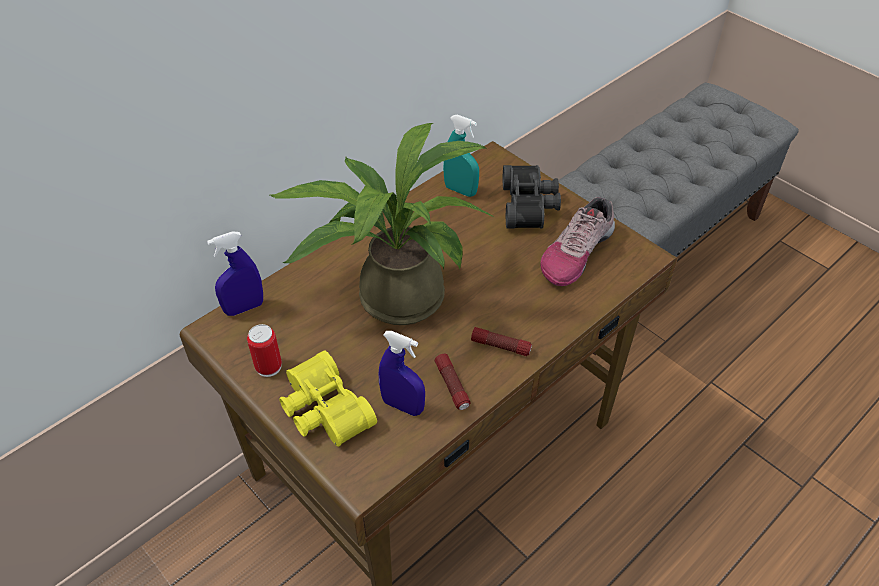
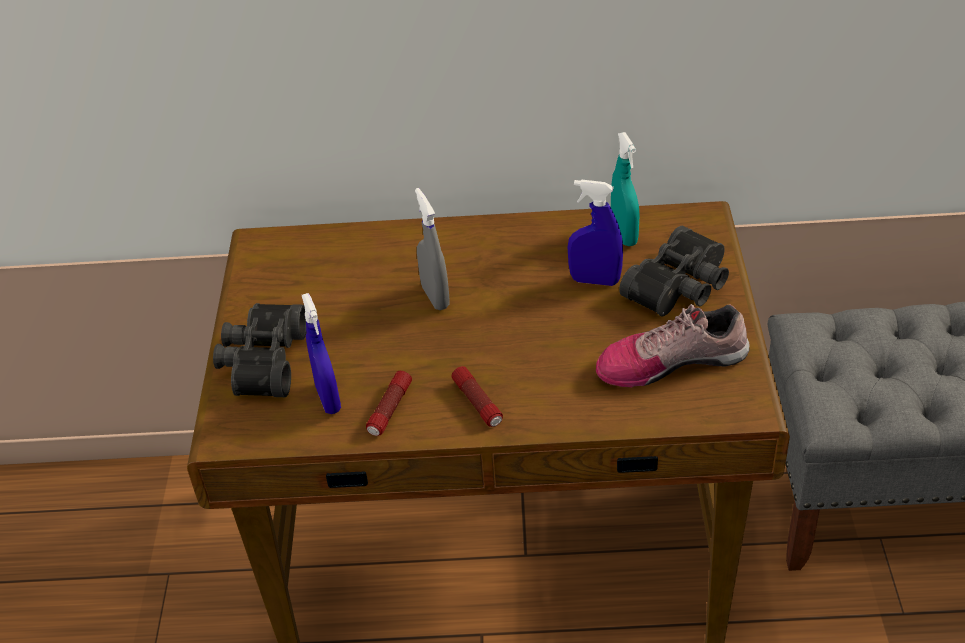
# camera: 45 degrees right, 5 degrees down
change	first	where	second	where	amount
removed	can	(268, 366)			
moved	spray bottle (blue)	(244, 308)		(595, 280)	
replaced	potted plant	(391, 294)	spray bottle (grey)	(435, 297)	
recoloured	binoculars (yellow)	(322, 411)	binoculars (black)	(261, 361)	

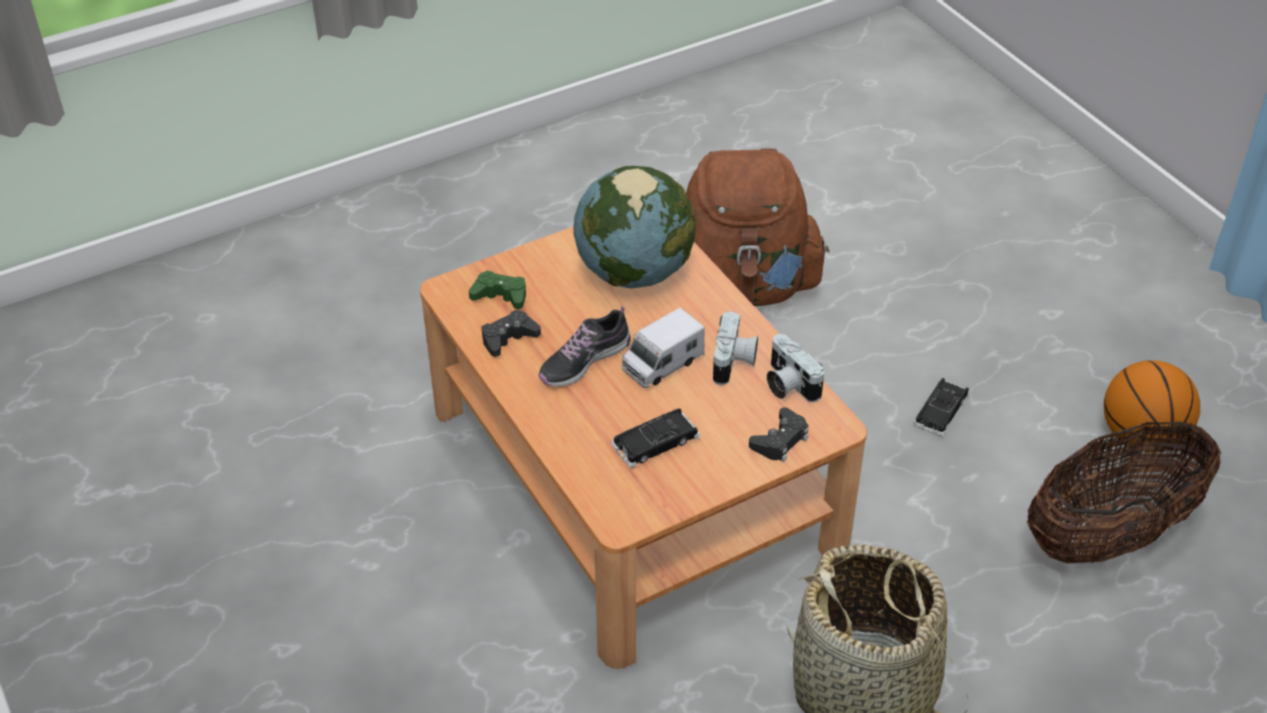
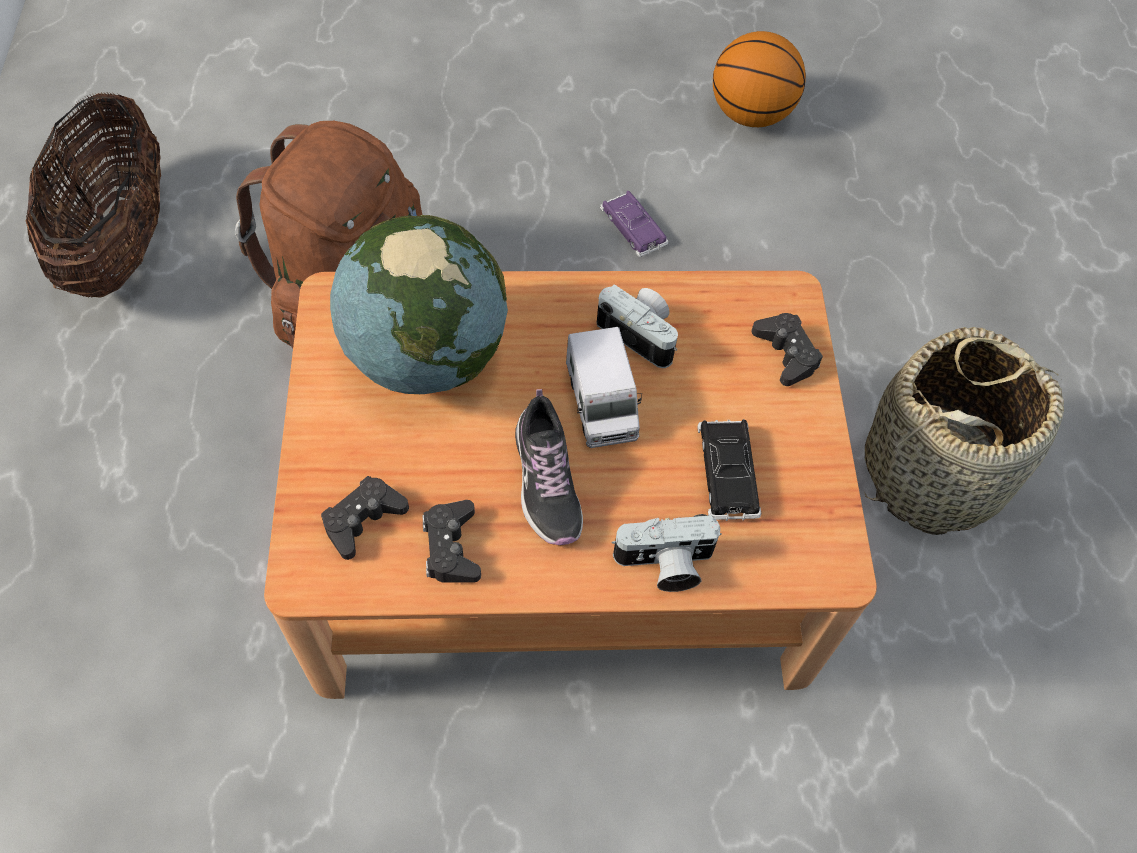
# camera: 65 degrees left, 15 degrees up
change	first	where	second	where	amount
moved	photo camera	(787, 384)		(664, 565)	
moved	basket	(1110, 535)		(121, 241)	
recoloured	game controller (green)	(500, 295)	game controller (black)	(363, 520)	
recoloured	toy car (black)	(941, 411)	toy car (purple)	(633, 228)	

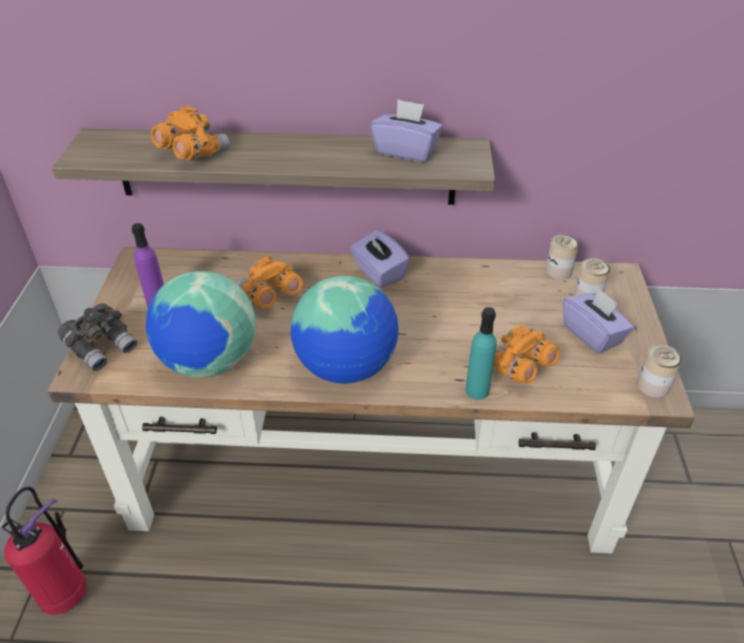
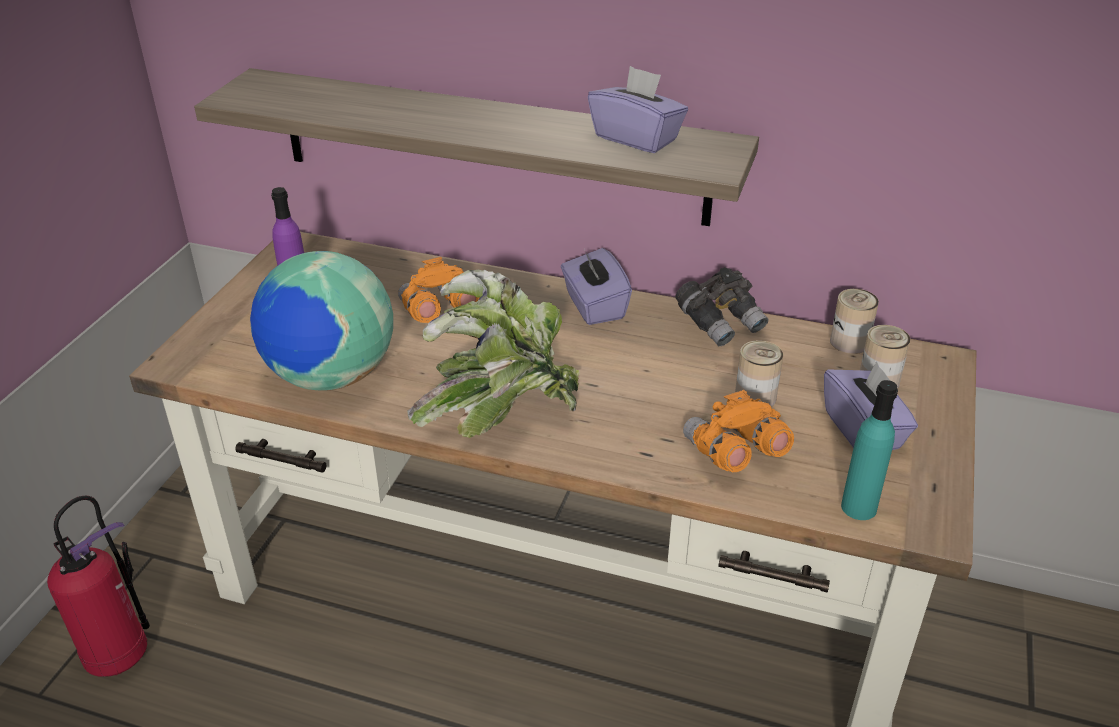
# camera: 15 degrees right, 5 degrees down
change	first	where	second	where	amount
removed	binoculars (orange)	(192, 154)			
moved	binoculars (grey)	(102, 347)		(720, 323)	
moved	bottle (turquoise)	(477, 390)		(858, 507)	
moved	can	(653, 385)		(755, 397)	
replaced	globe	(346, 367)	potted plant	(501, 412)	

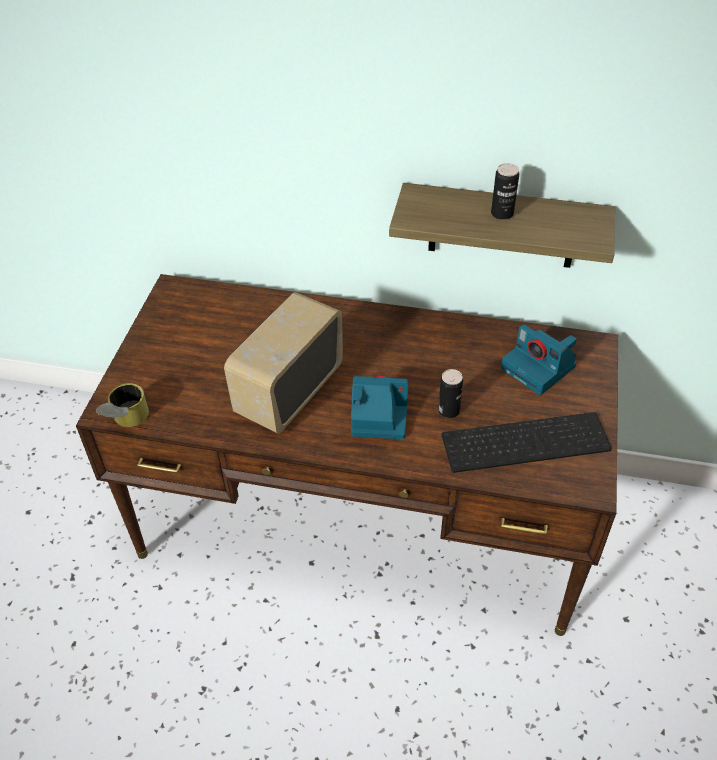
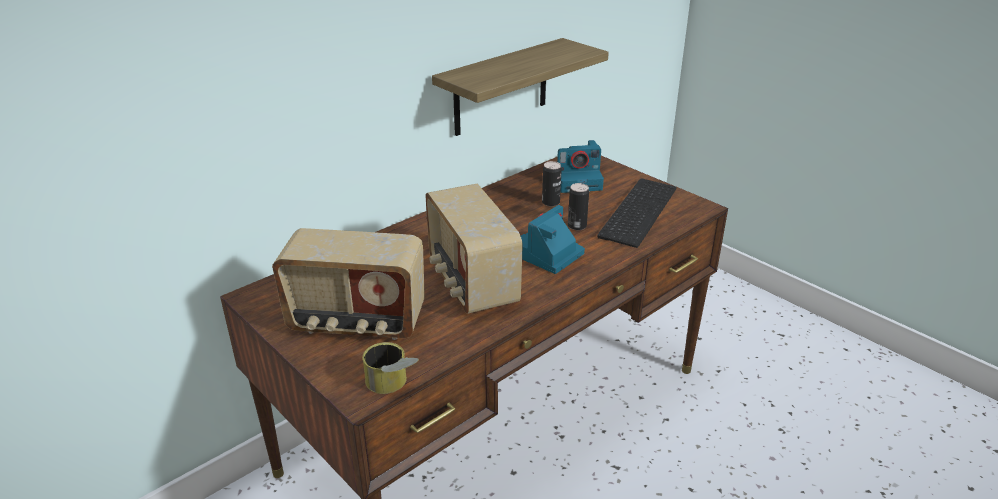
# camera: 55 degrees left, 15 degrees down
change	first	where	second	where	amount
added			radio	(357, 323)	
moved	can	(502, 214)		(550, 202)	

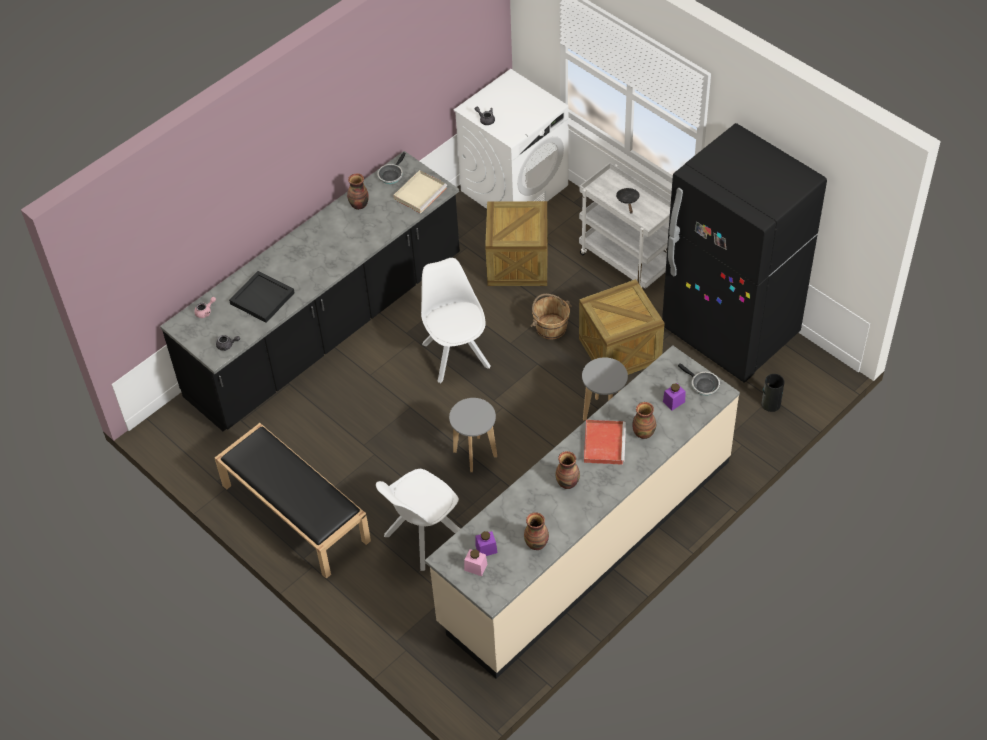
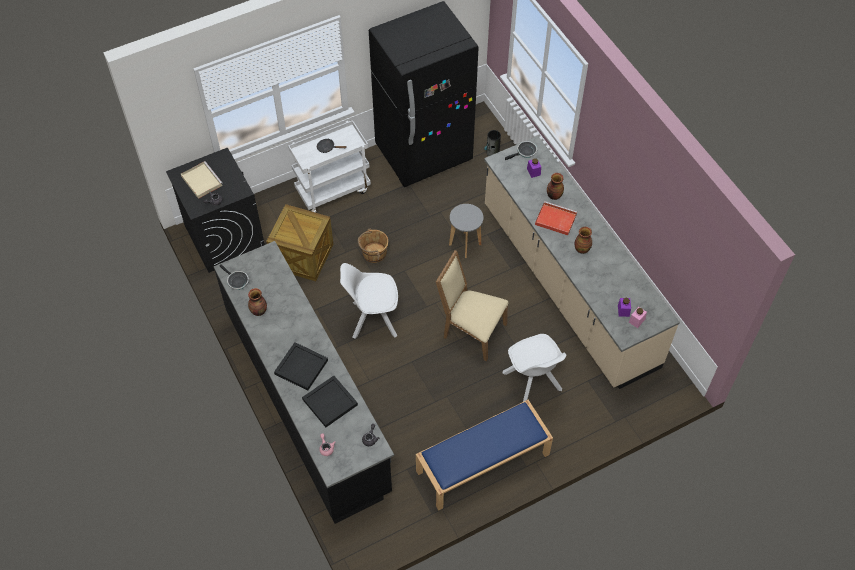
# camera: 75 degrees left, 5 degrees up
change	first	where	second	where	amount
removed	vase	(537, 543)			
removed	crate	(620, 350)			
added			tray (black)	(301, 366)	
moved	tray (beige)	(420, 192)		(201, 180)	
replaced	stool (grey)	(475, 454)	chair (beige)	(471, 331)	
recoloured	bench (black)	(294, 513)	bench (blue)	(482, 463)	
recoloured	washing machine (white)	(514, 187)	washing machine (black)	(224, 237)	

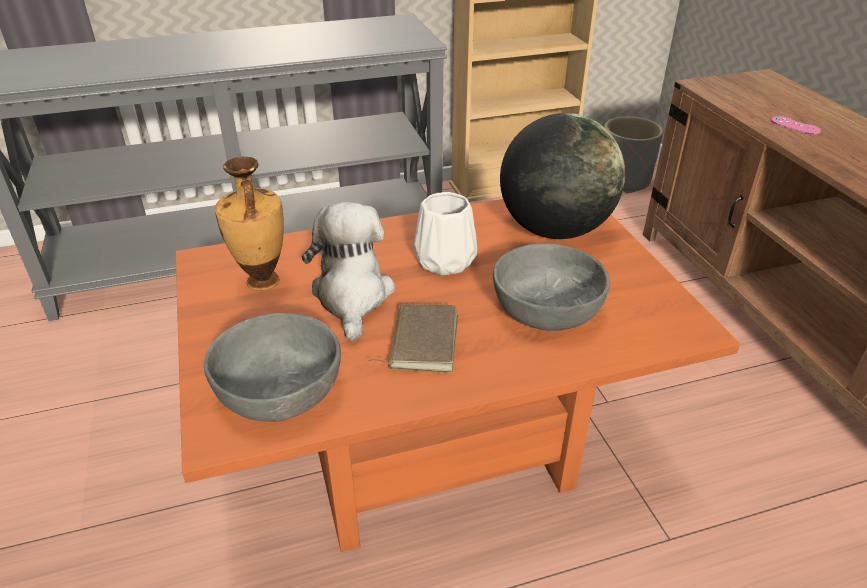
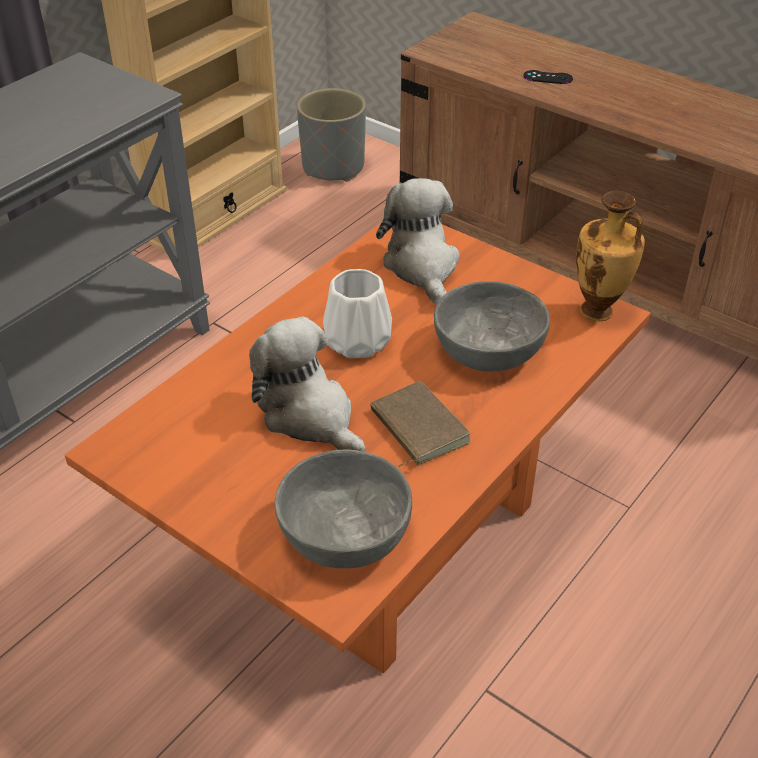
# camera: 35 degrees left, 5 degrees up
change	first	where	second	where	amount
moved	vase	(262, 282)		(598, 312)	
replaced	globe	(555, 230)	plush toy	(422, 266)	
recoloured	game controller (pink)	(795, 126)	game controller (black)	(548, 77)	

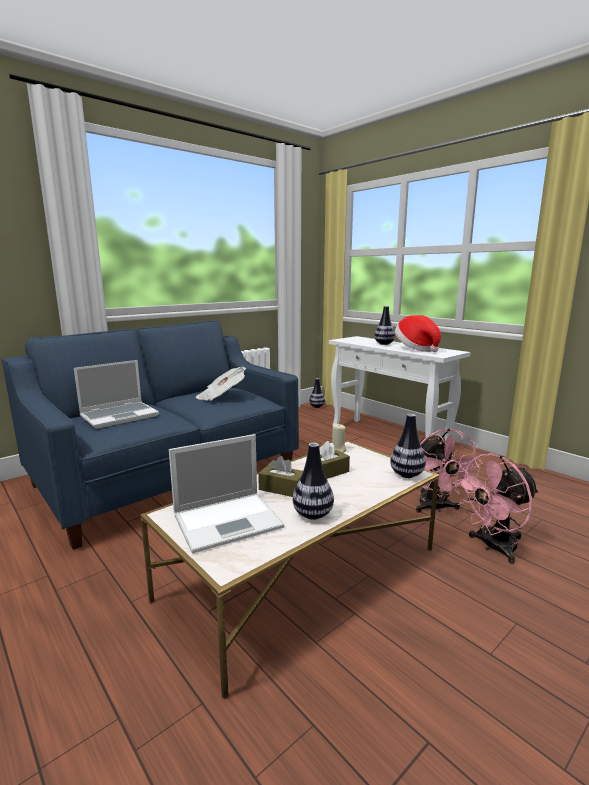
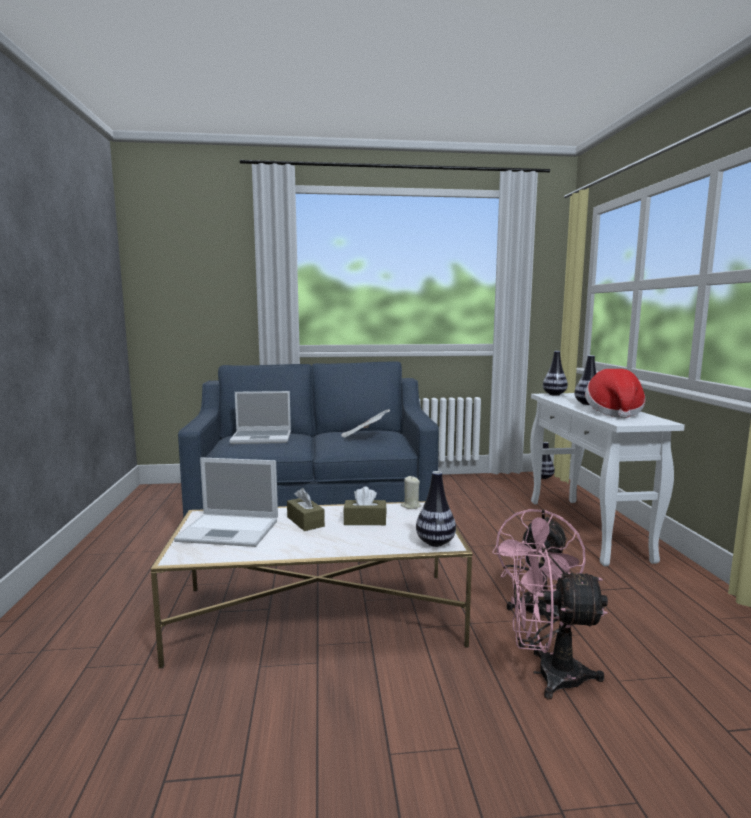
# camera: 35 degrees right, 5 degrees down
change	first	where	second	where	amount
moved	vase	(313, 515)		(554, 394)	

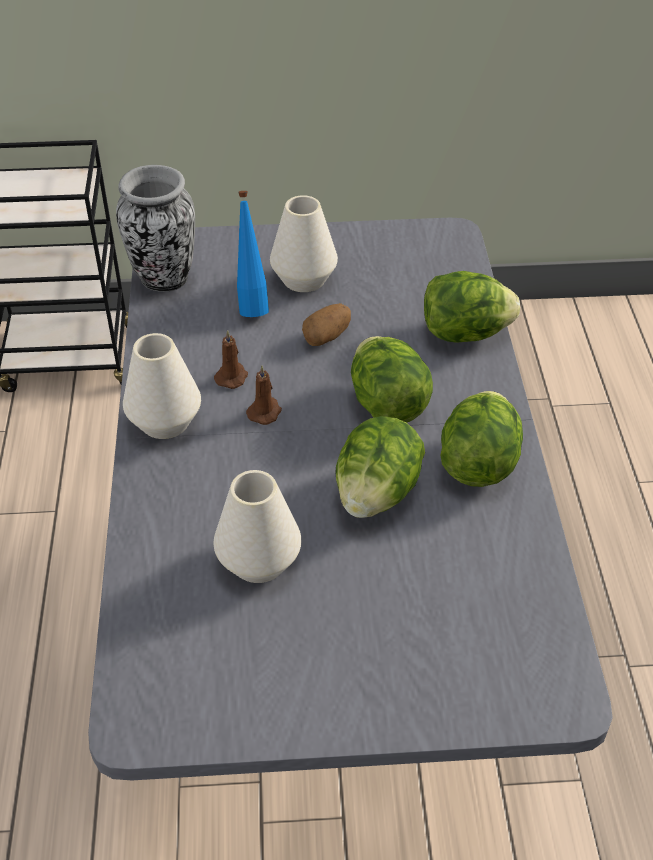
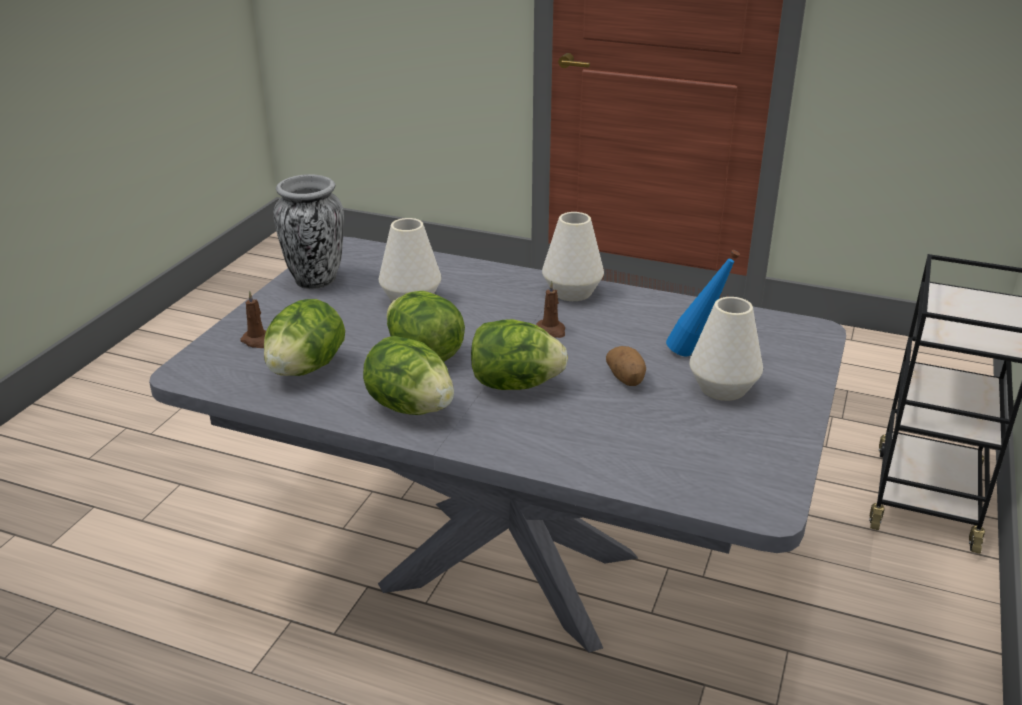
# camera: 115 degrees right, 15 degrees down
change	first	where	second	where	amount
moved	vase	(164, 280)		(315, 280)	
moved	candle (brown)	(232, 376)		(258, 341)	
moved	lettuce	(464, 333)		(306, 368)	

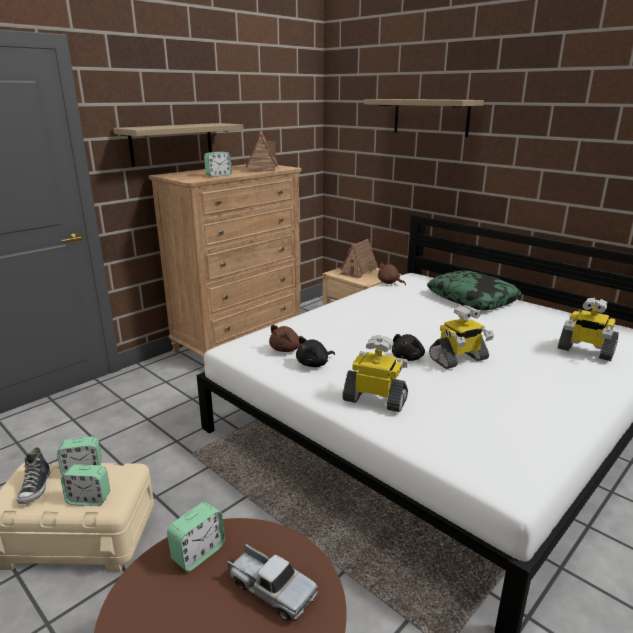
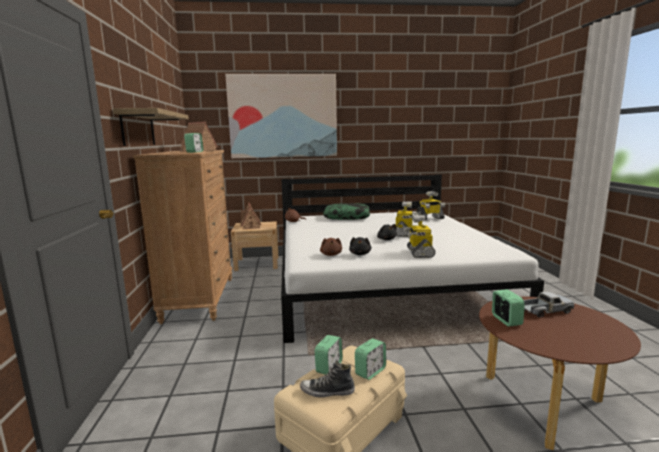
# camera: 50 degrees left, 10 degrees down
change	first	where	second	where	amount
replaced	shelf	(430, 117)	picture	(283, 116)	
turned	shoe	(36, 488)		(327, 392)	150 degrees clockwise
turned	toy robot	(376, 399)		(419, 252)	60 degrees counterclockwise

